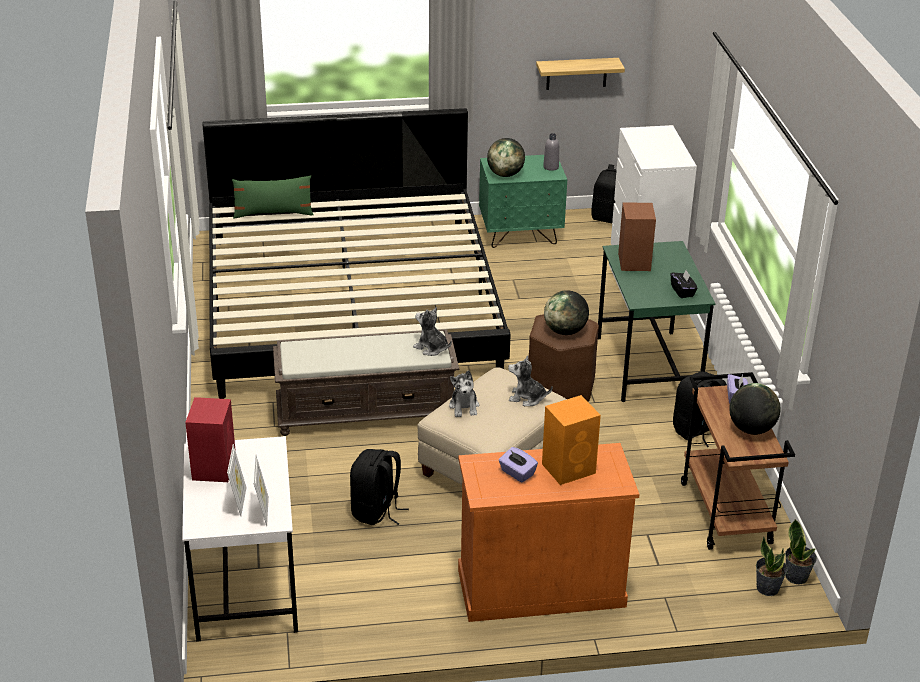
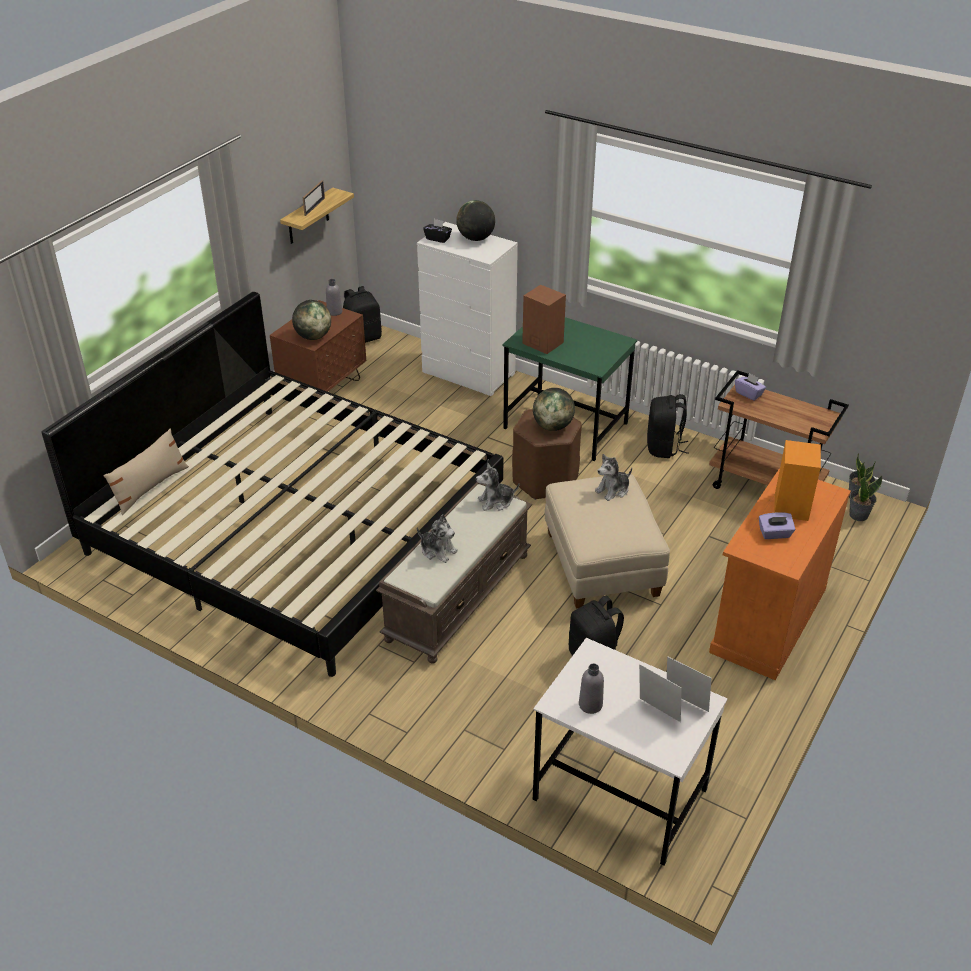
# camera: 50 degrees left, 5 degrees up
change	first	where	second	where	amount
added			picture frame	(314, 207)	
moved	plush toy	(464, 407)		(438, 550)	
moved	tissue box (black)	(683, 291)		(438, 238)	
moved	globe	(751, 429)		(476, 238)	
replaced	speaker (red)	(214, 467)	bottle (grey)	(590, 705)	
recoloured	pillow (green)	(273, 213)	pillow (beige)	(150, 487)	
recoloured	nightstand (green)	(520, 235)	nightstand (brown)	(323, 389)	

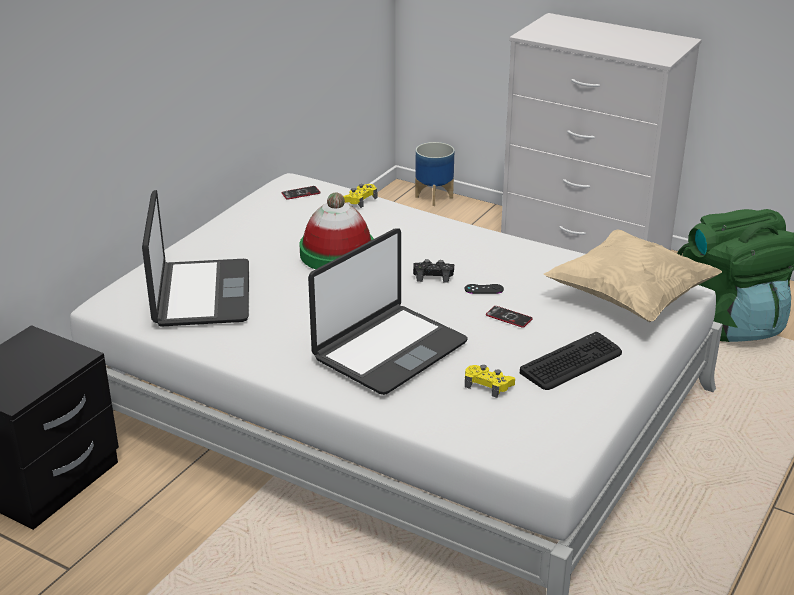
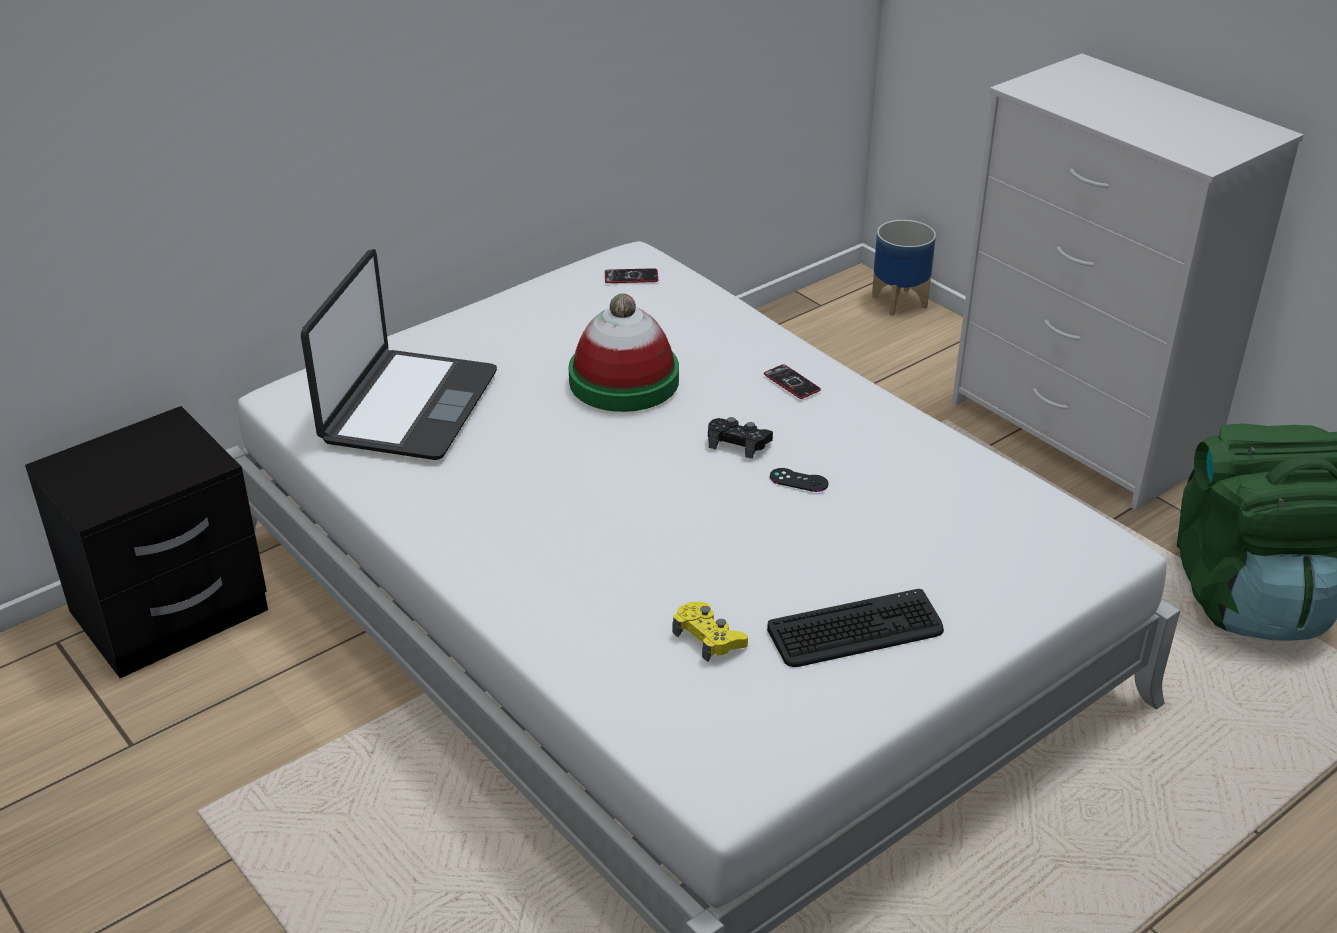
# camera: 20 degrees right, 5 degrees up
change	first	where	second	where	amount
removed	laptop	(389, 350)			
removed	game controller (yellow)	(359, 200)			
removed	pillow (beige)	(629, 299)			
moved	phone	(508, 317)		(792, 383)	

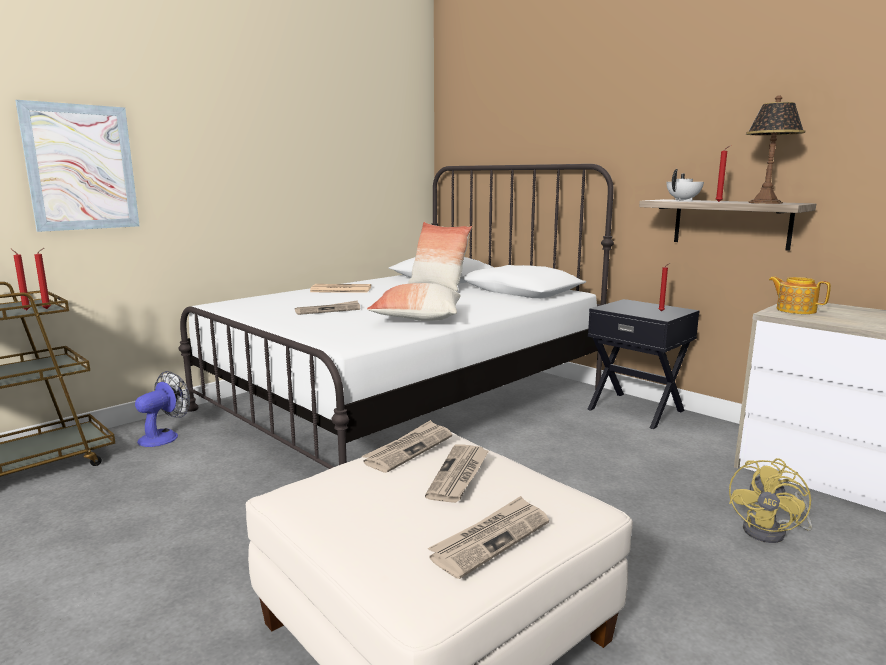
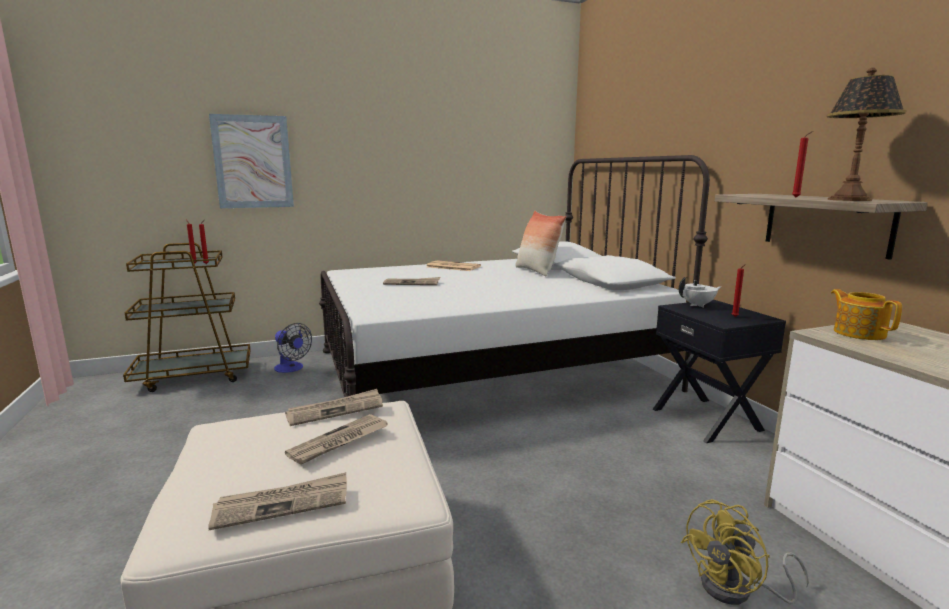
# camera: 25 degrees right, 0 degrees up
change	first	where	second	where	amount
removed	pillow	(417, 318)			
moved	teapot (white)	(683, 200)		(698, 305)	
turned	fan	(164, 436)		(291, 369)	75 degrees clockwise

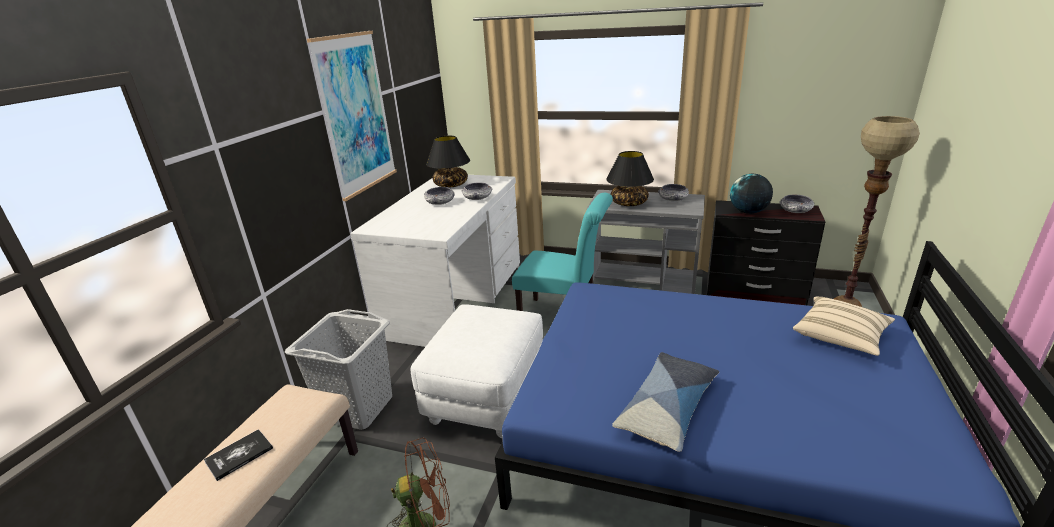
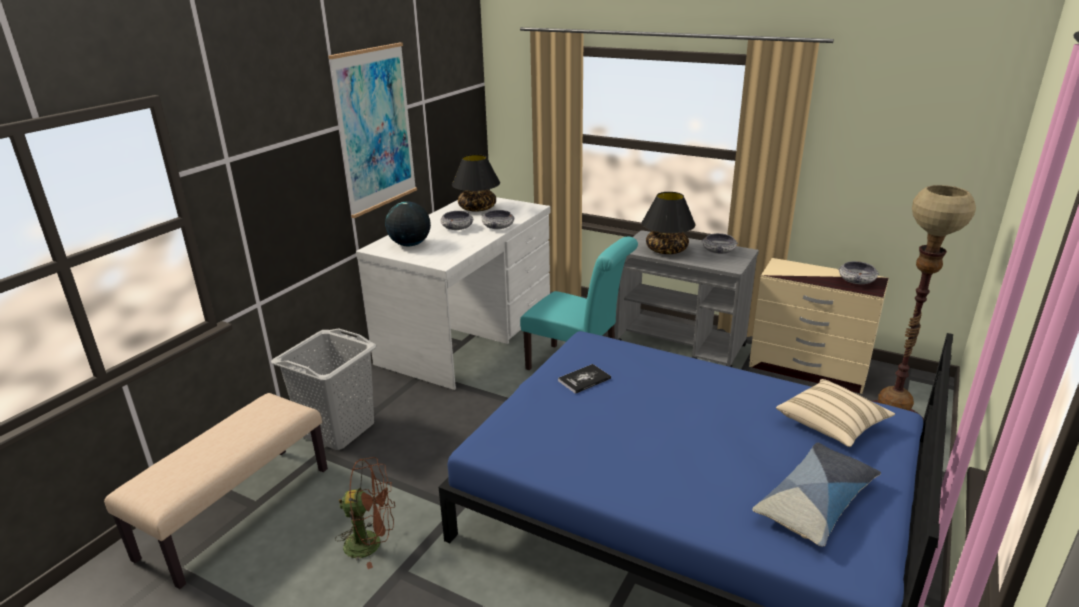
# camera: 10 degrees right, 0 degrees up
change	first	where	second	where	amount
removed	ottoman (white)	(486, 397)			
moved	book	(239, 455)		(584, 379)	
moved	pillow	(668, 408)		(816, 503)	
moved	globe	(748, 212)		(410, 245)	
recoloured	dresser (black)	(755, 291)	dresser (beige)	(808, 370)	

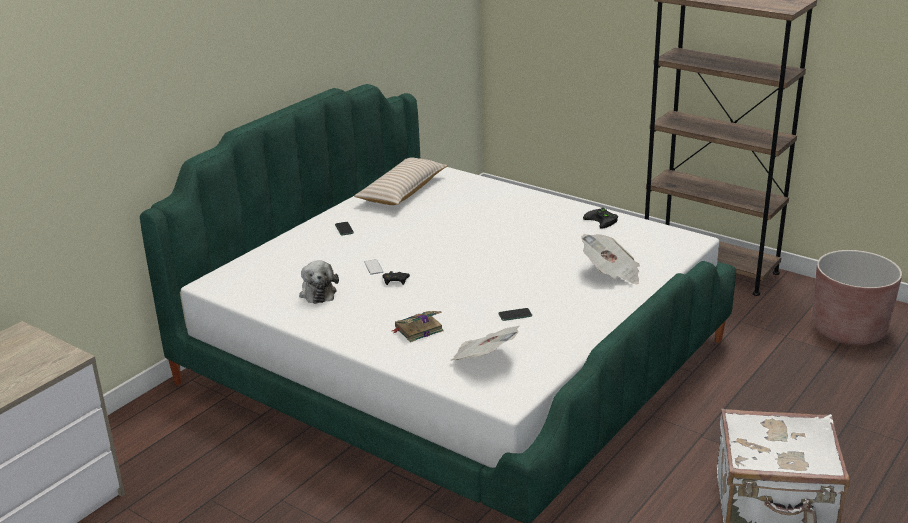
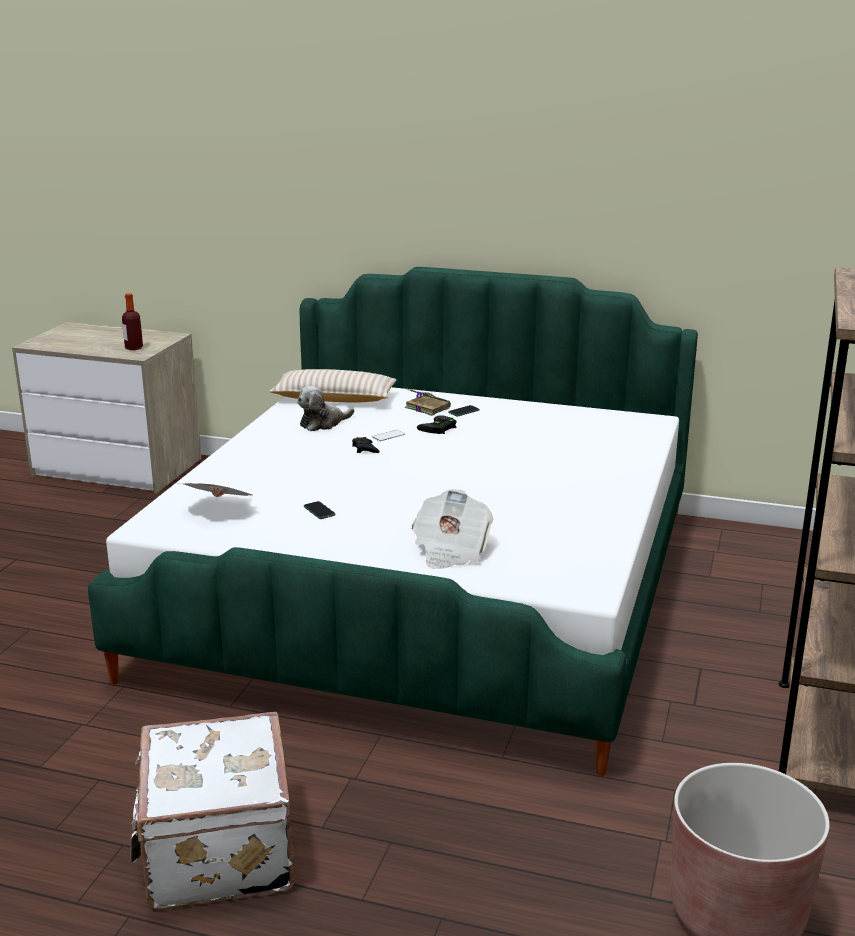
# camera: 70 degrees right, 5 degrees down
change	first	where	second	where	amount
added			bottle	(134, 348)	
moved	pillow (beige)	(402, 191)		(334, 399)	
moved	book	(418, 330)		(426, 407)	
moved	game controller (black)	(603, 220)		(438, 428)	

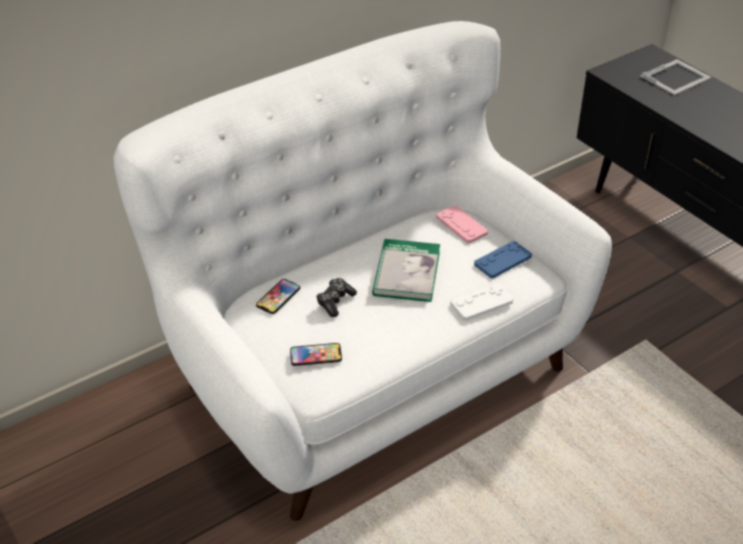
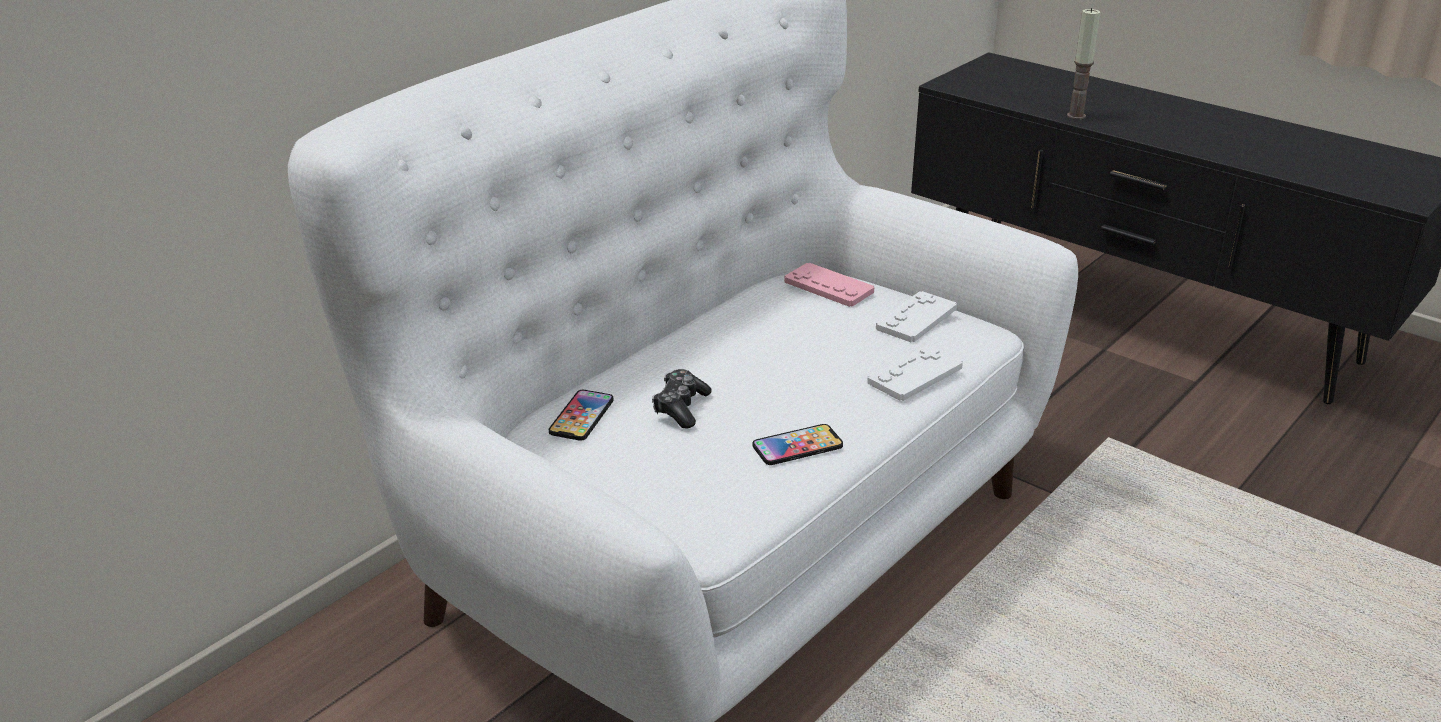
# camera: 15 degrees left, 10 degrees down
change	first	where	second	where	amount
removed	book	(406, 273)			
removed	picture frame	(676, 77)			
added			candle	(1076, 116)	
moved	phone	(316, 355)		(797, 446)	
recoloured	game controller (blue)	(502, 260)	game controller (white)	(916, 318)	

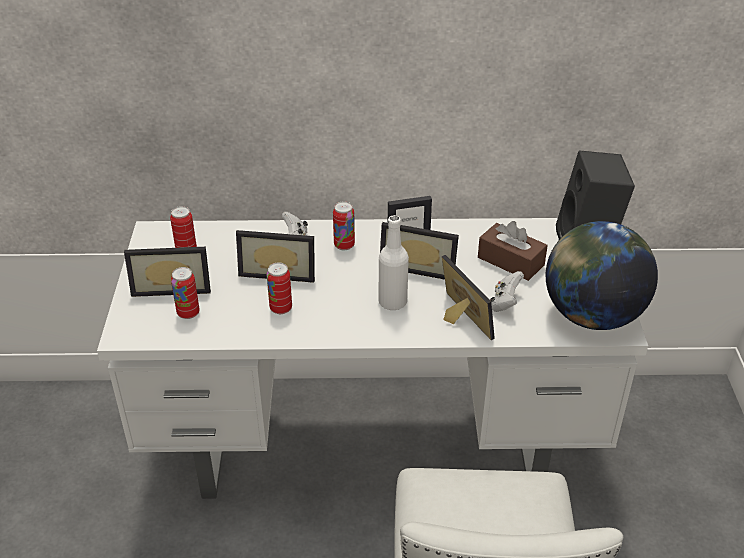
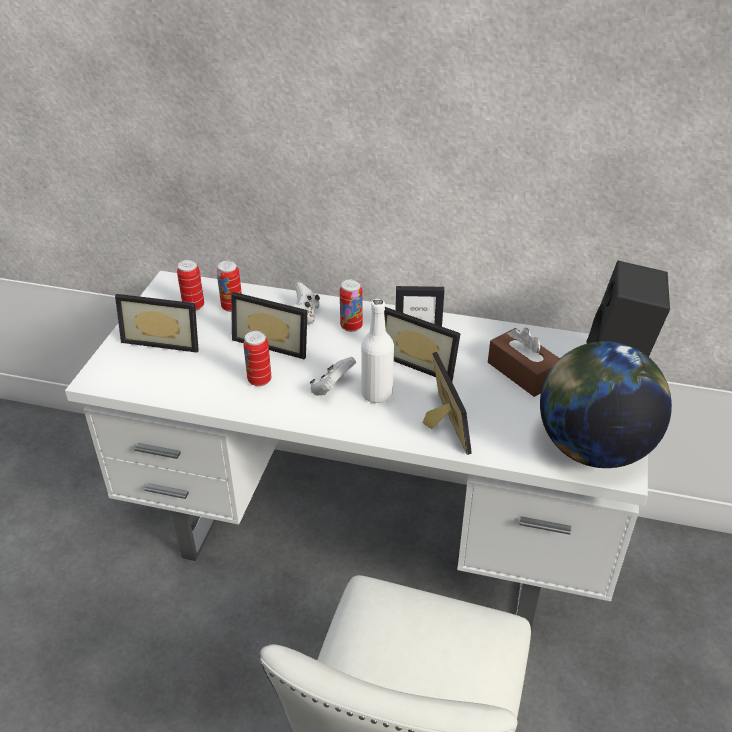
# camera: 15 degrees right, 0 degrees up
change	first	where	second	where	amount
moved	can	(188, 313)		(232, 307)	
moved	game controller (white)	(504, 303)		(332, 388)	

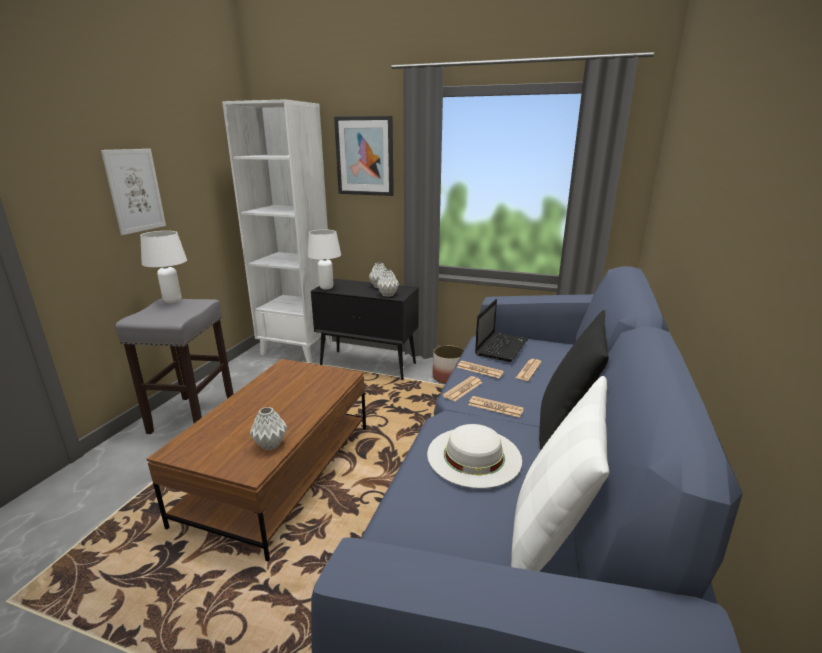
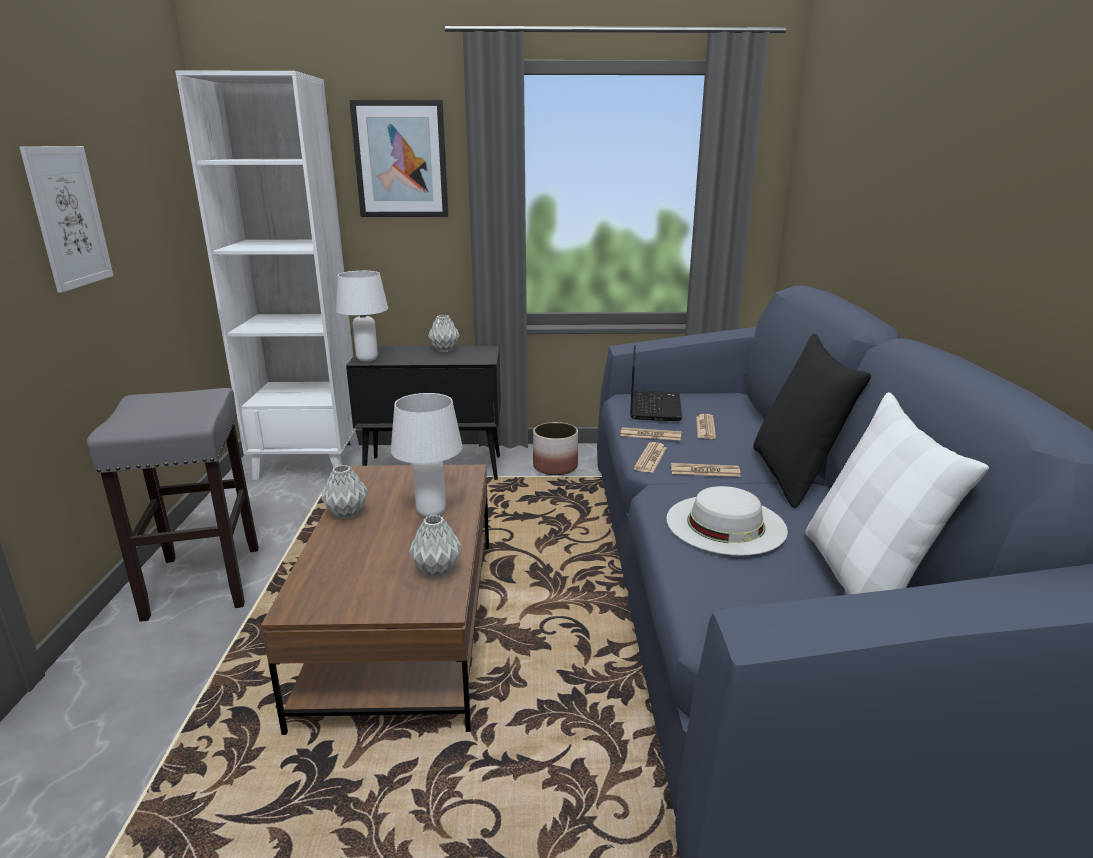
# camera: 20 degrees left, 0 degrees up
change	first	where	second	where	amount
moved	table lamp (white)	(172, 301)		(430, 511)	
moved	vase (grey)	(388, 294)		(347, 513)	

